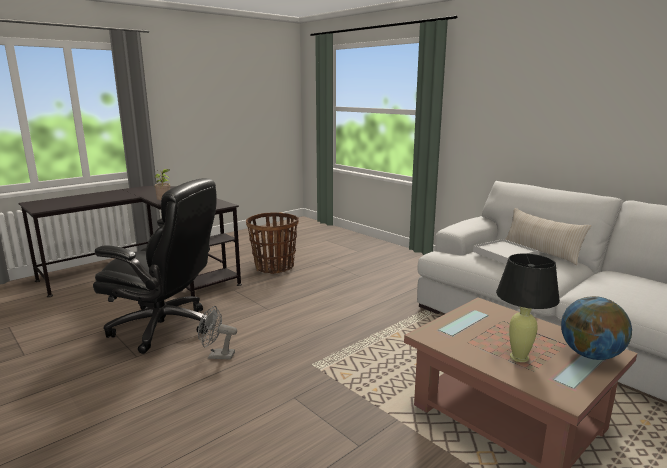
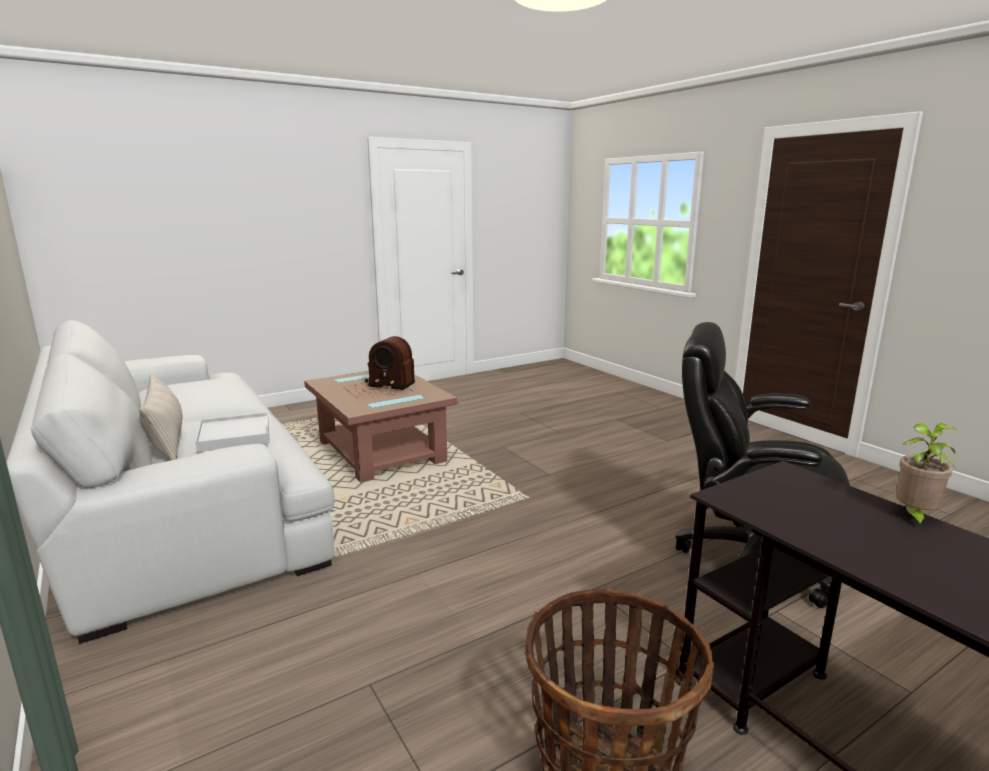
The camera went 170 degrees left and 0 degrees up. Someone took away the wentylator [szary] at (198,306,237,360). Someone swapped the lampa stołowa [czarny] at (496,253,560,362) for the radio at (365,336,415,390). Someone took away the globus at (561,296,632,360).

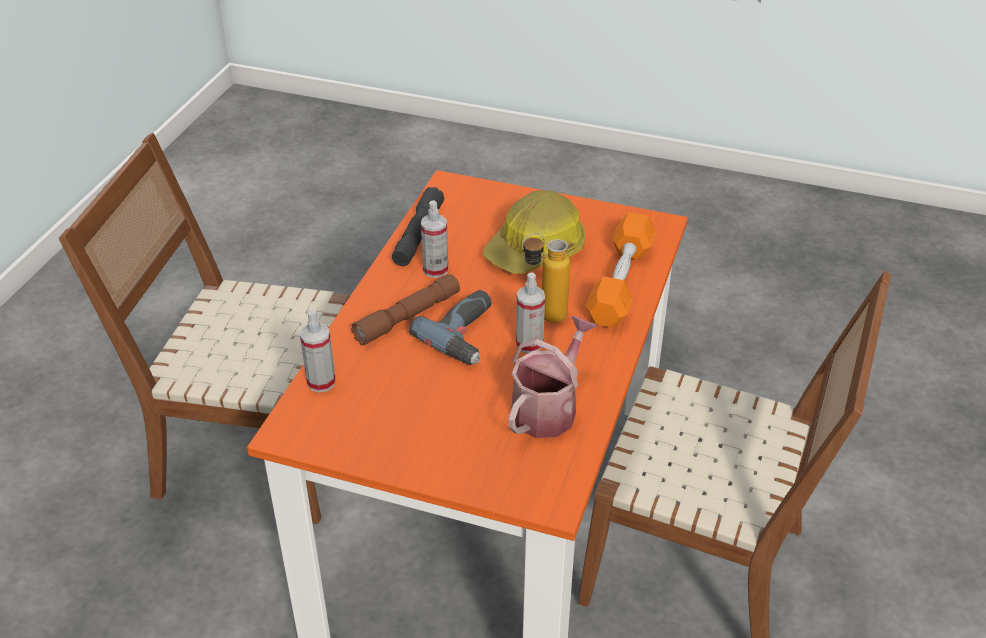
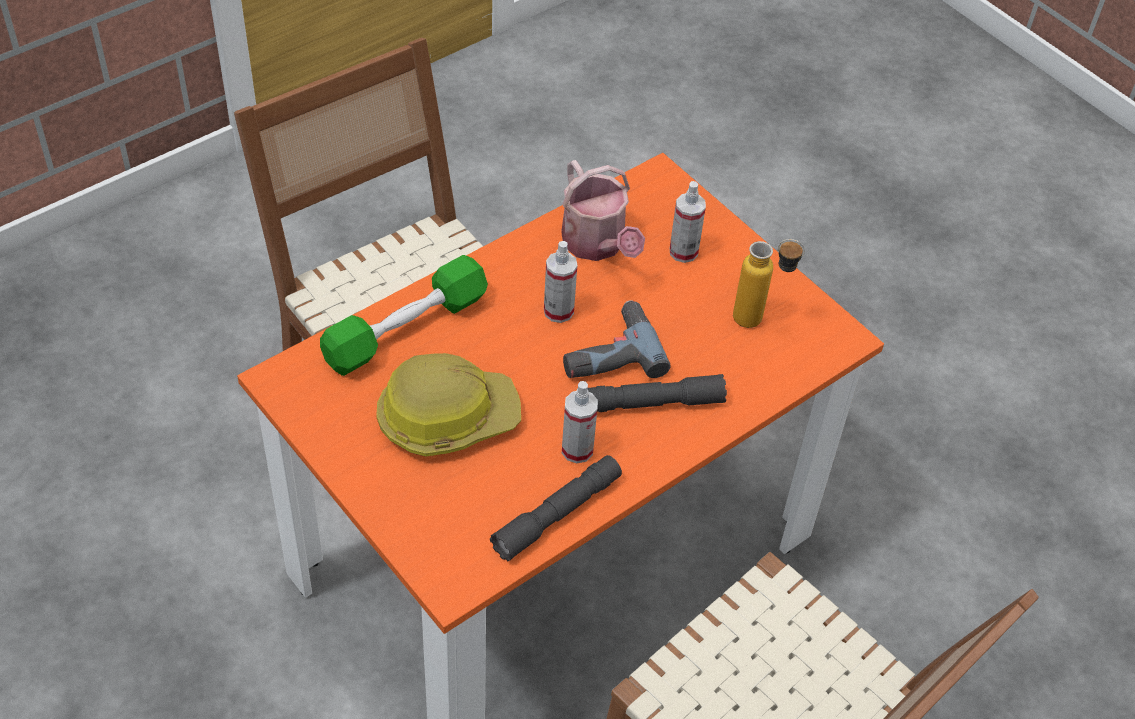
The camera went 150 degrees left and 10 degrees up. Someone carried the spryskiwacz from (300,310,336,393) to (670,181,706,263). Someone repainted the latarka [brązowy] at (351,274,460,345), which became the latarka [szary] at (588,374,727,412). Someone rotated the konewka at (508,316,597,438) by 90 degrees counterclockwise. Someone carried the butelka from (522,233,570,323) to (733,239,805,328). Someone repainted the hantel [pomarańczowy] at (585,212,656,328), which became the hantel [zielony] at (320,255,488,376).

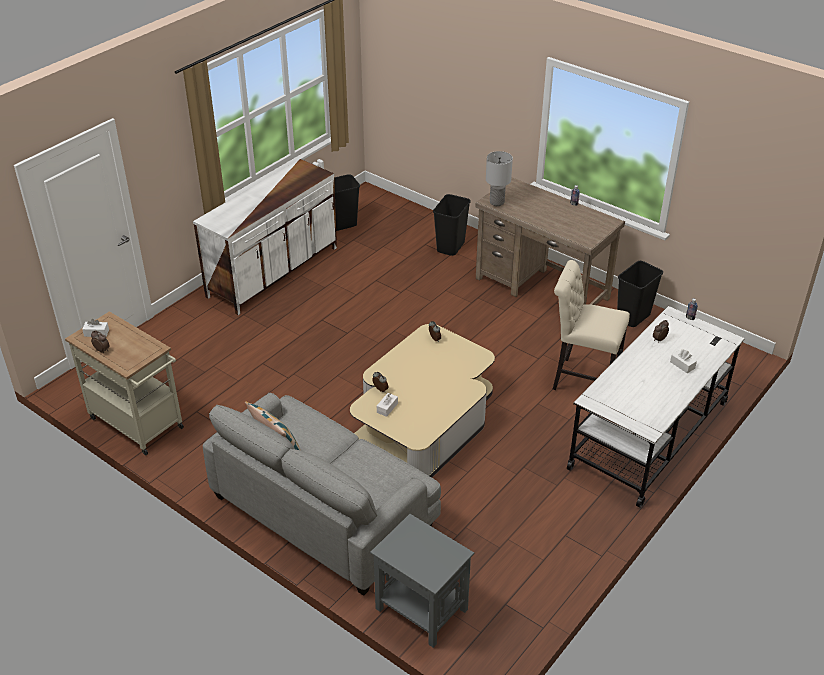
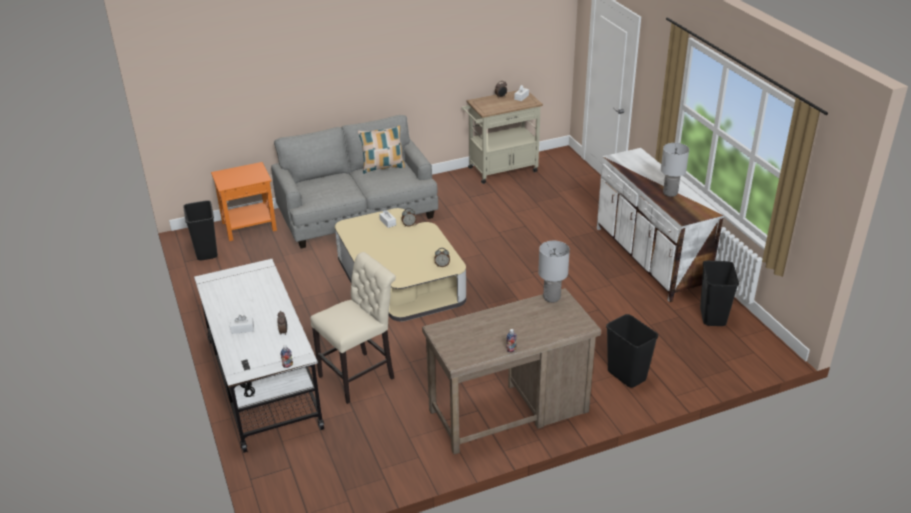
The camera went 120 degrees right and 5 degrees down. Someone repainted the stolik [szary] at (370,514,474,648), which became the stolik [pomarańczowy] at (211,162,277,241). Someone carried the kosz na śmieci [czarny] from (617,261,663,327) to (183,200,218,260). Someone put down the lampa stołowa [szary] at (661,143,689,197).

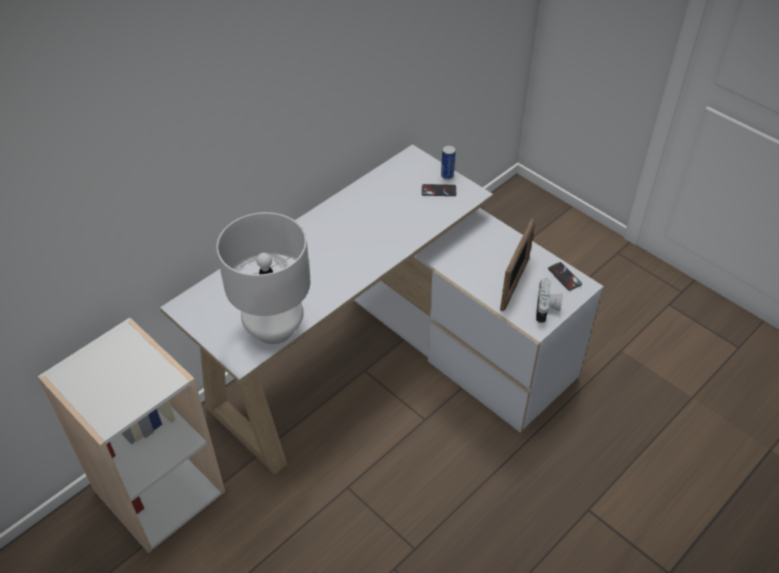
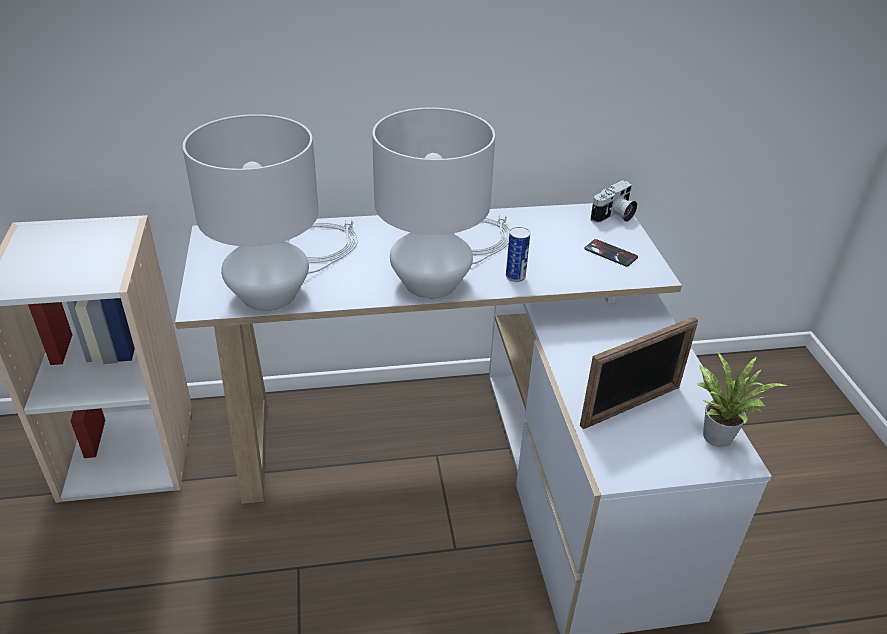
The camera went 35 degrees right and 10 degrees down. Someone carried the puszka from (441,145,456,180) to (506,227,530,282). Someone carried the aparat fotograficzny from (536,278,562,323) to (590,180,637,223). Someone swapped the telefon at (548,262,582,291) for the roślina doniczkowa at (697,352,787,447). Someone put down the lampa stołowa [szary] at (372,107,510,298).

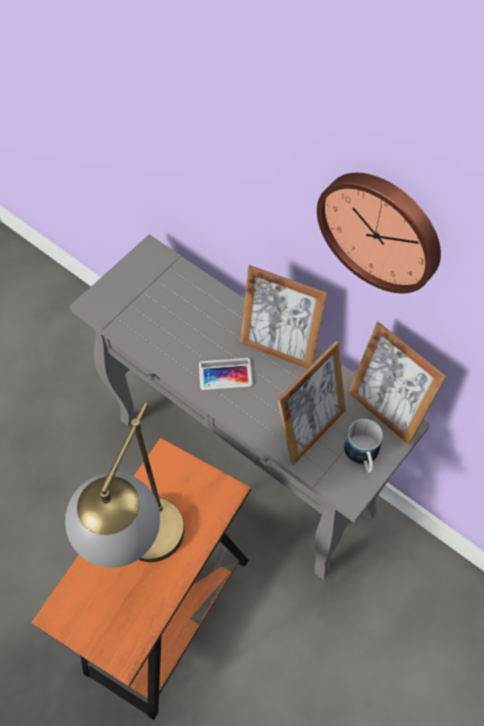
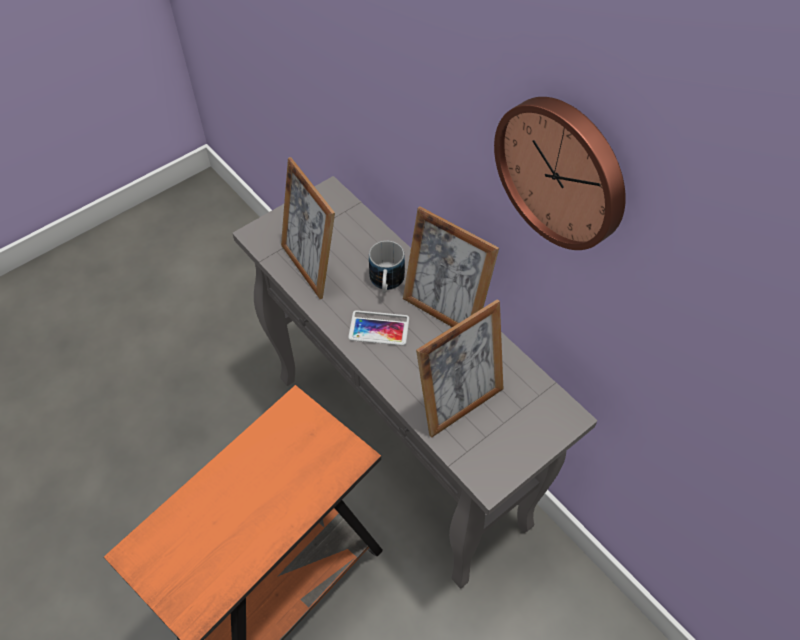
The camera went 10 degrees right and 5 degrees down. Someone took away the lampa stołowa at (65,403,184,568). Someone carried the kubek from (344,419,383,473) to (369,241,405,293). Someone carried the ramka na zdjęcie from (349,321,447,445) to (281,157,335,299).

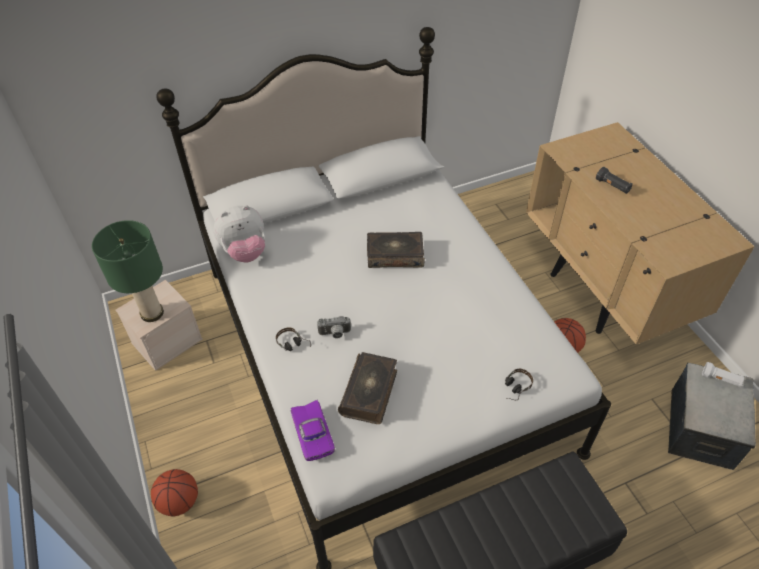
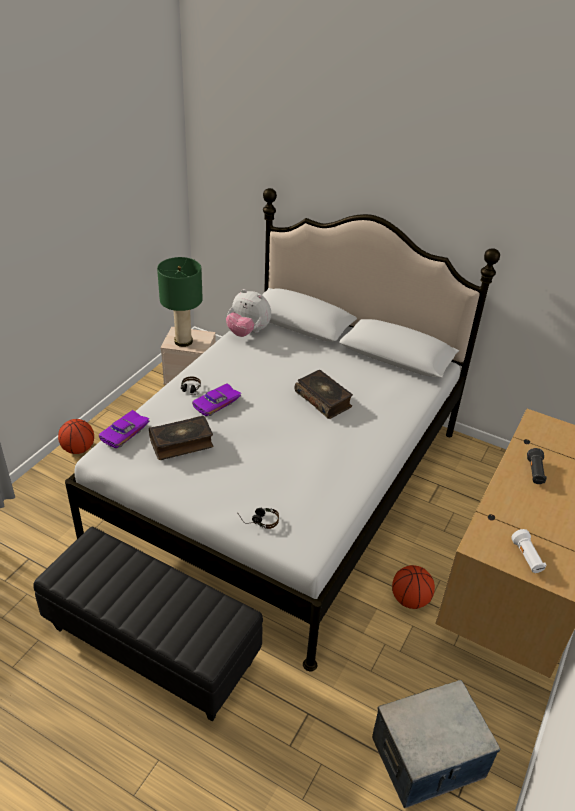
The camera went 50 degrees right and 10 degrees down. Someone swapped the aparat fotograficzny at (317,316,351,339) for the samochodzik [fioletowy] at (192,383,241,416). Someone carried the latarka [biały] from (702,362,744,387) to (511,529,546,573).

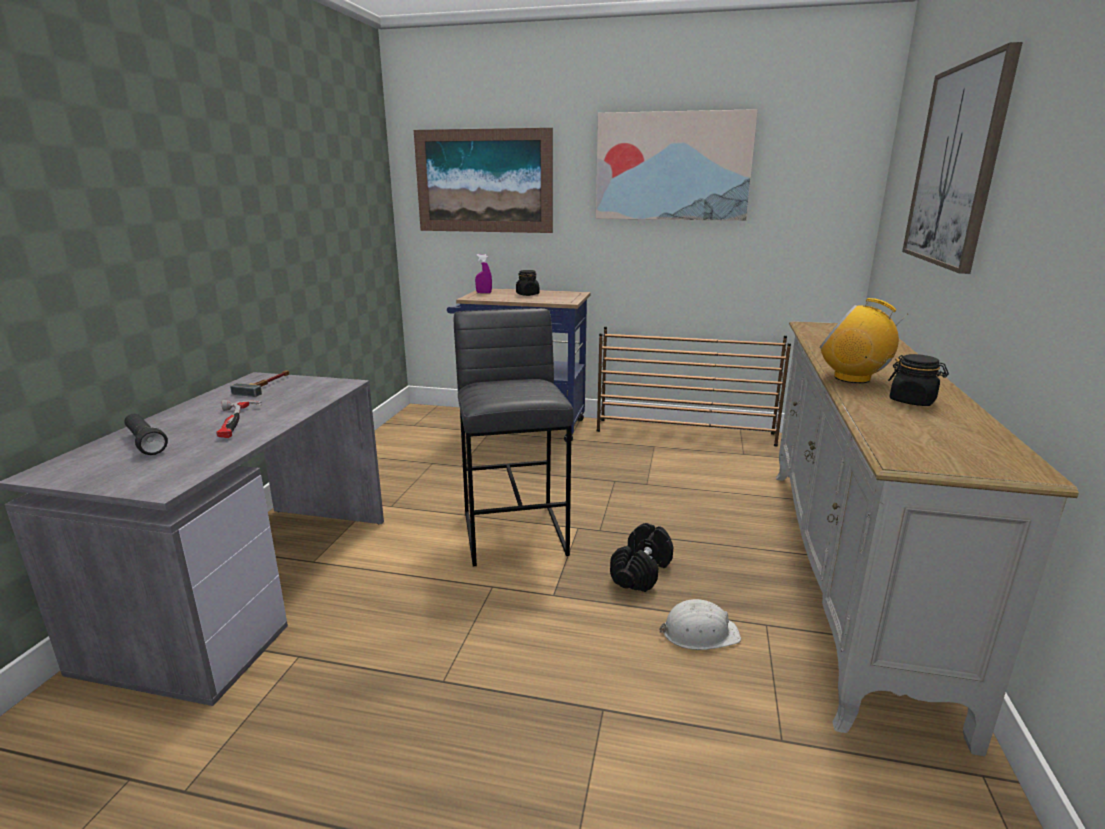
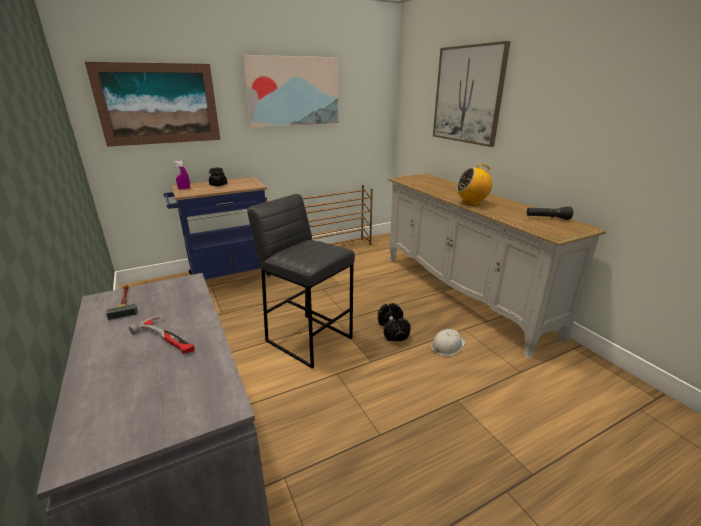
The camera went 40 degrees left and 5 degrees up. Someone carried the latarka [czarny] from (124,414,168,455) to (527,206,573,220). Someone took away the słoik [czarny] at (888,354,949,406).

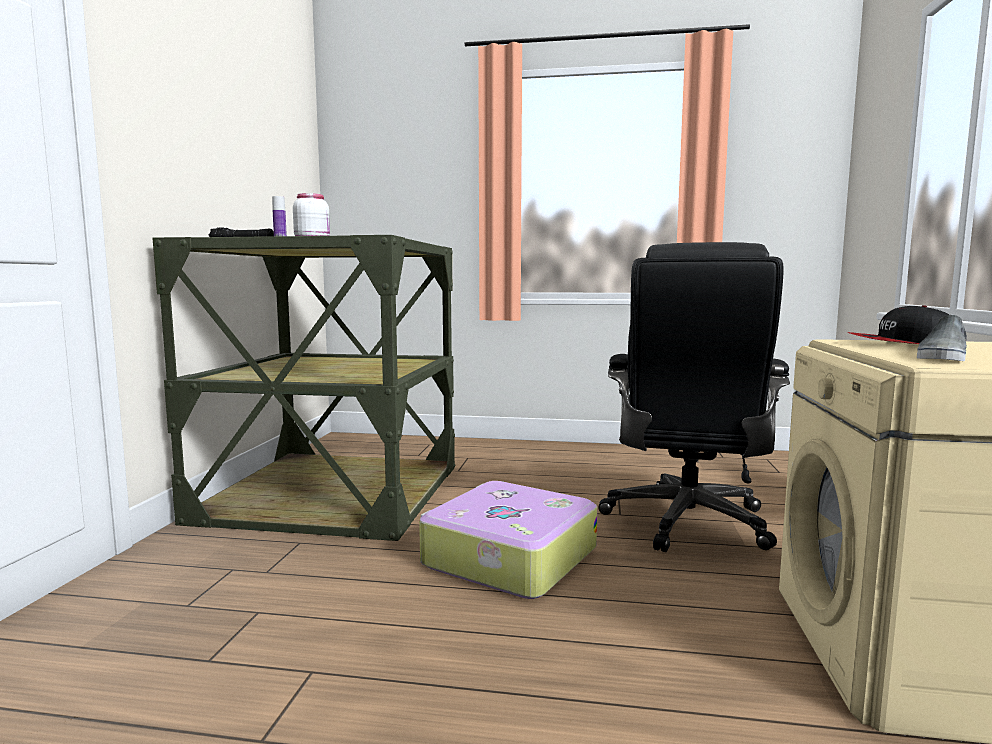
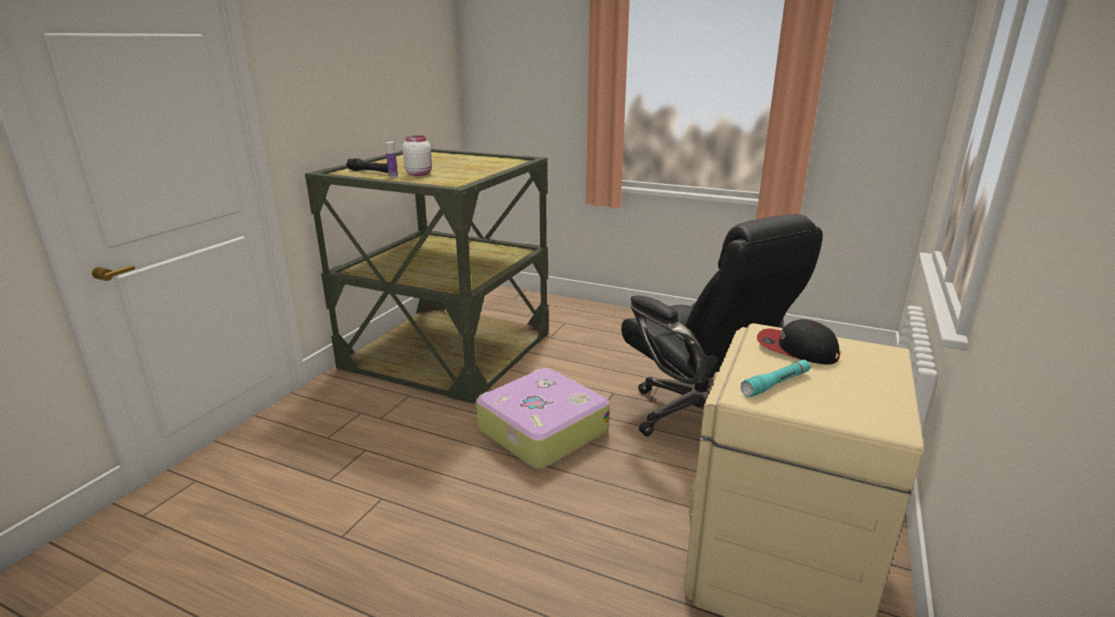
The camera went 15 degrees right and 15 degrees up. Someone rotated the krzesło biurowe [czarny] at (598,242,790,552) by 60 degrees counterclockwise. Someone swapped the but [szary] at (917,315,967,361) for the latarka [turkusowy] at (741,359,811,397).

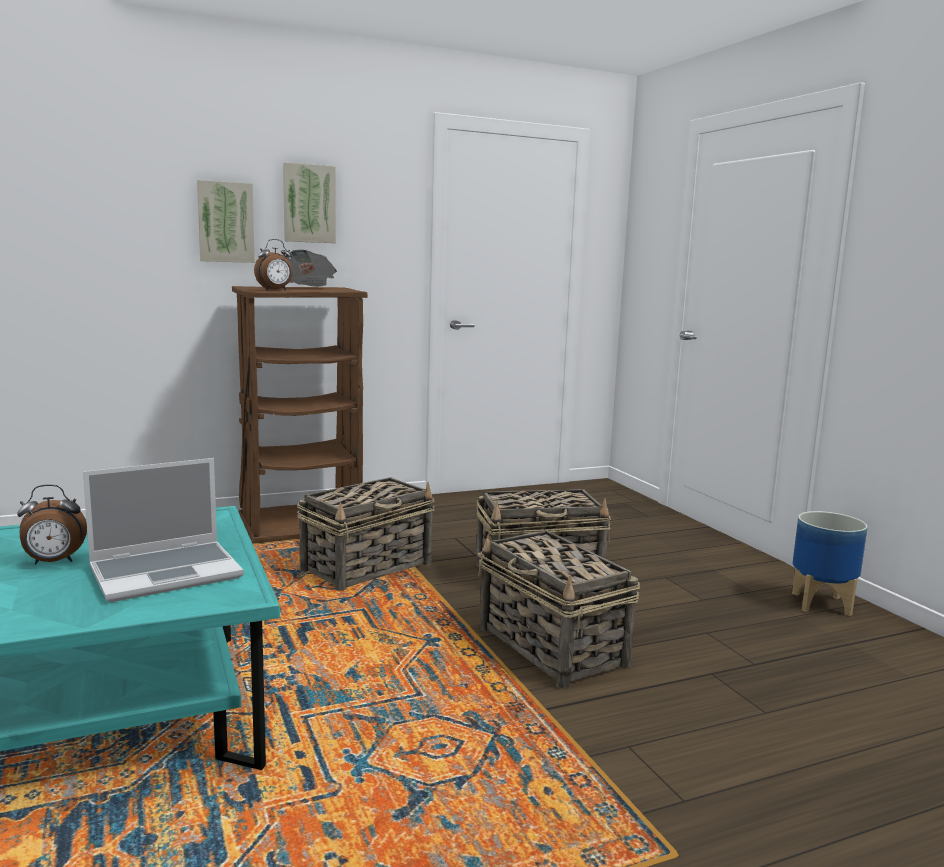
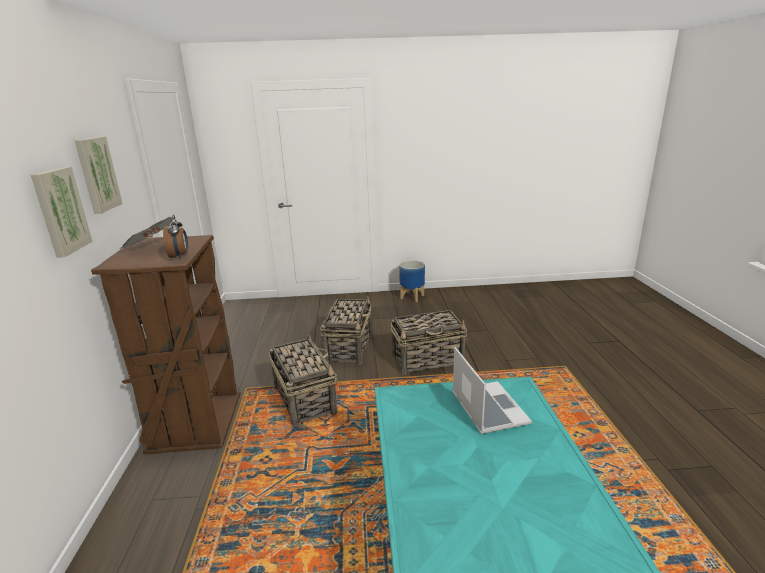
The camera went 70 degrees left and 10 degrees up. Someone took away the budzik at (17,484,87,565).

